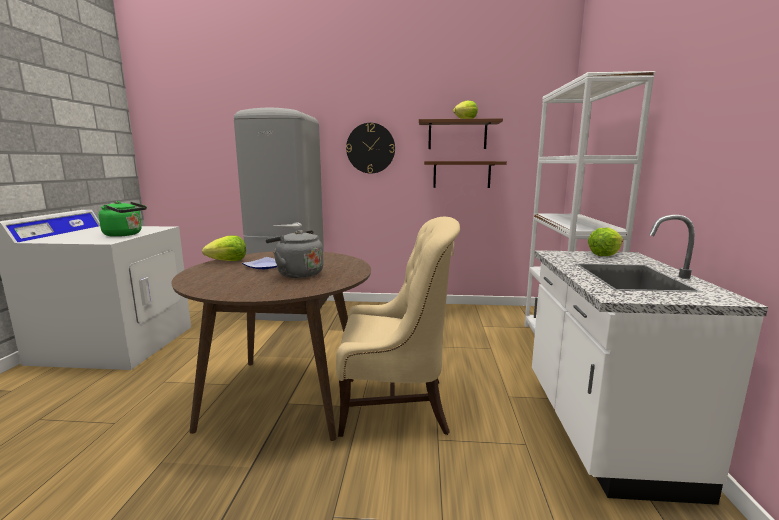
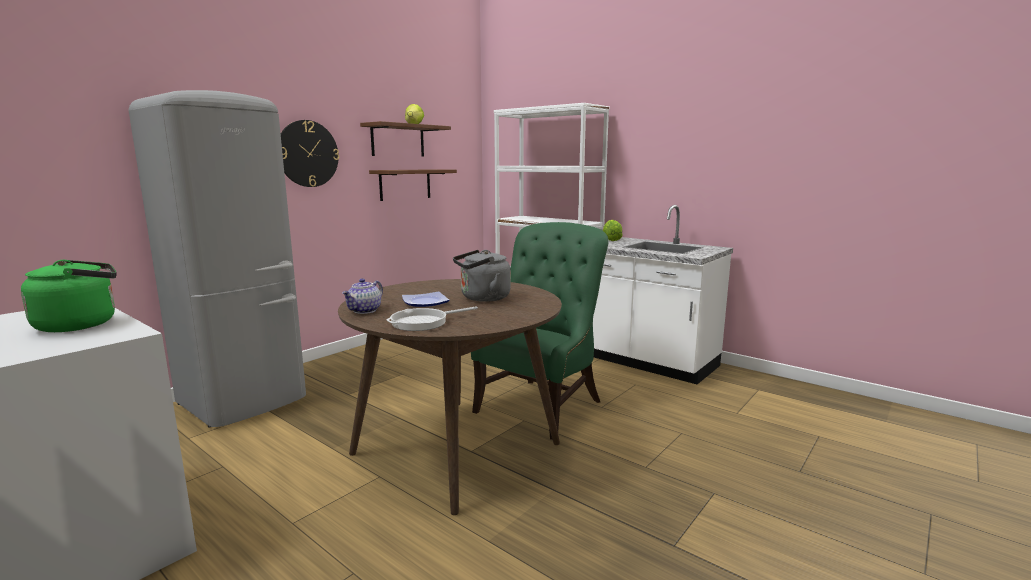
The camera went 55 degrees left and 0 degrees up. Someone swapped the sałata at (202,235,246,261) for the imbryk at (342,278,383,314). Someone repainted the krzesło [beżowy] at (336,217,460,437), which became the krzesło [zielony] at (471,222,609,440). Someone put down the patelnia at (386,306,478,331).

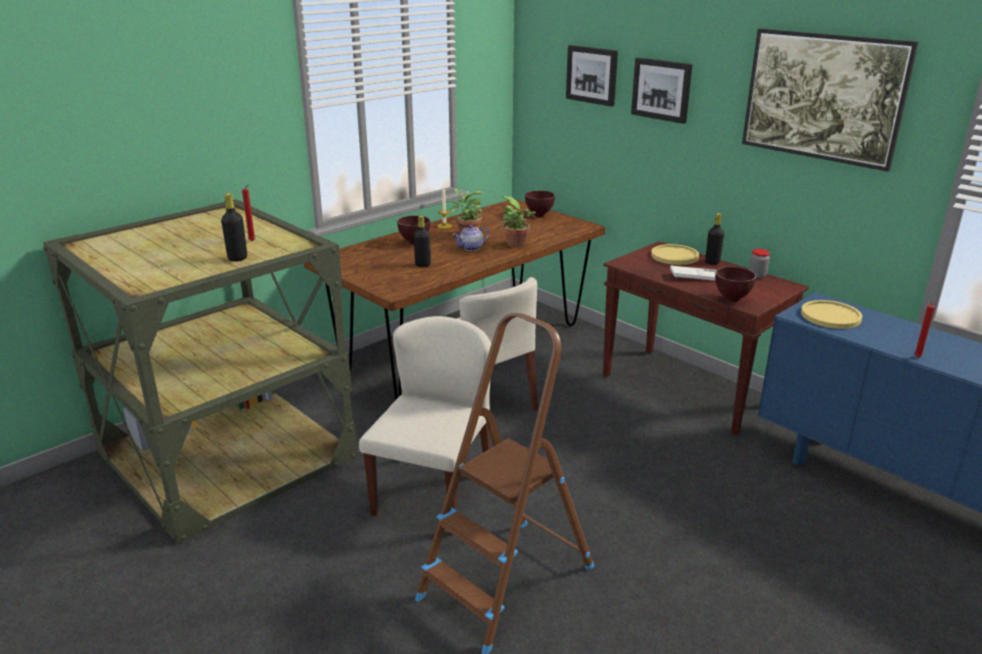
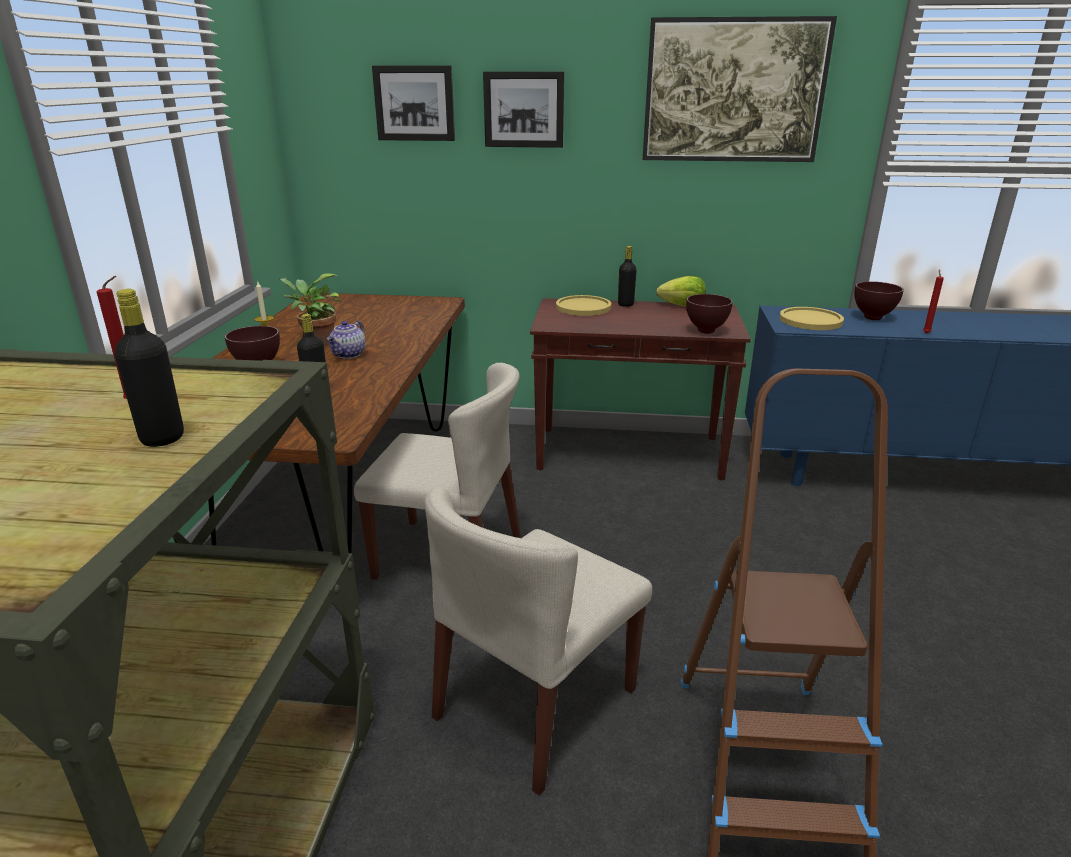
The camera went 40 degrees left and 0 degrees up. Someone rotated the krzesło [beżowy] at (359,316,491,535) by 120 degrees counterclockwise. Someone took away the roślina doniczkowa at (501,196,536,248). Someone carried the miska [brązowy] from (525,190,555,217) to (854,281,904,320). Someone took away the taca [biały] at (670,265,716,281). Someone swapped the słoik at (748,249,770,279) for the sałata at (656,276,706,306).

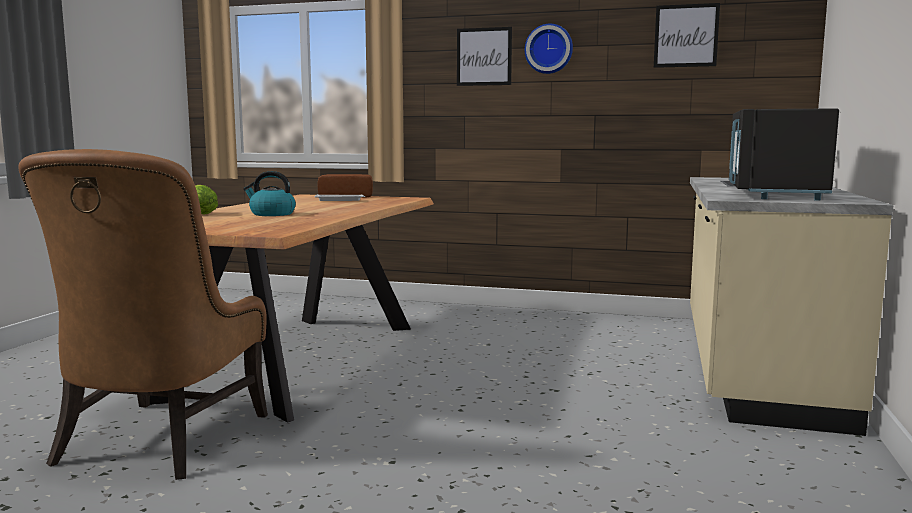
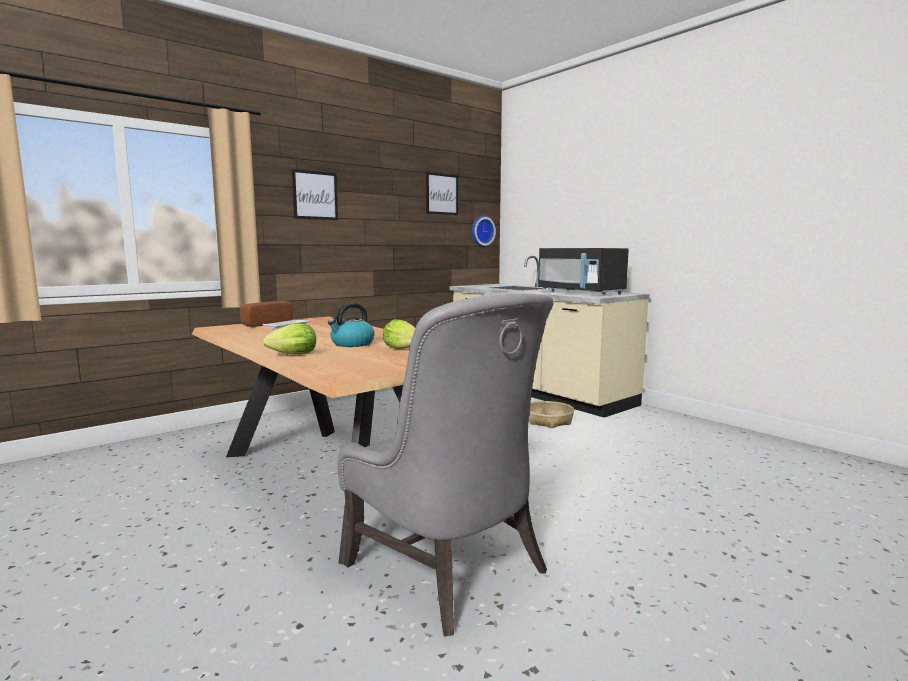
The camera went 55 degrees left and 0 degrees up. Someone repainted the krzesło [brązowy] at (18,149,268,480), which became the krzesło [szary] at (337,291,554,637). Someone carried the zegar ścienny from (525,24,573,74) to (472,215,496,247). Someone put down the sałata at (383,319,415,349). Someone put down the koszyk at (529,401,574,428).

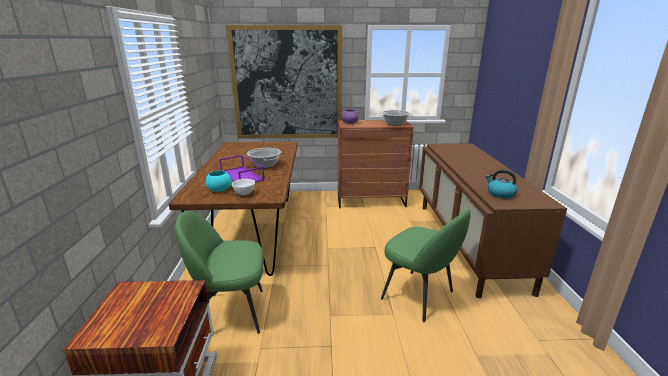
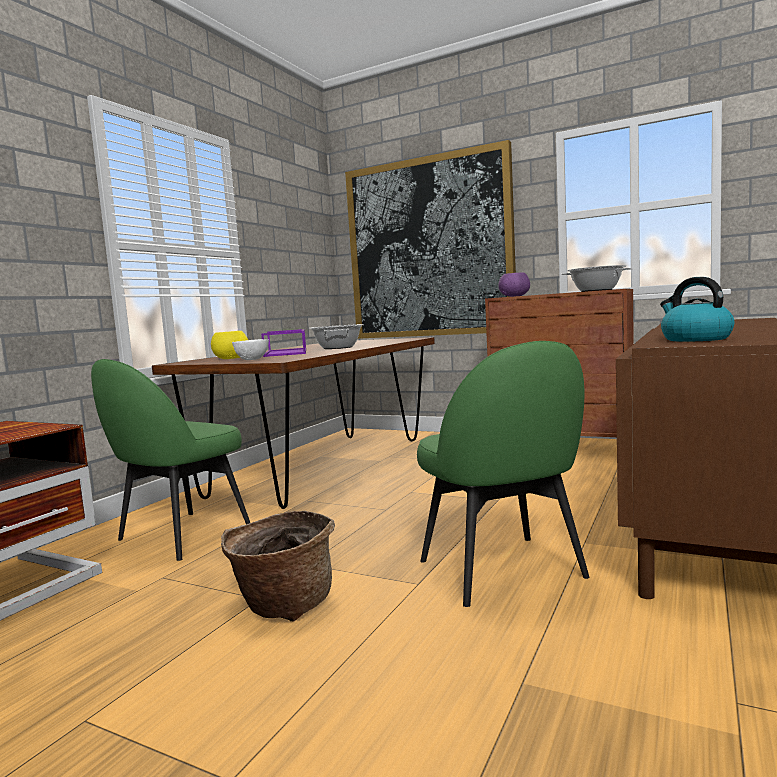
The camera went 30 degrees right and 15 degrees down. Someone rotated the krzesło [zielony] at (175,211,264,334) by 75 degrees counterclockwise. Someone repainted the miska [turkusowy] at (206,171,232,192), which became the miska [żółty] at (211,331,248,359). Someone put down the koszyk at (221,511,335,621).

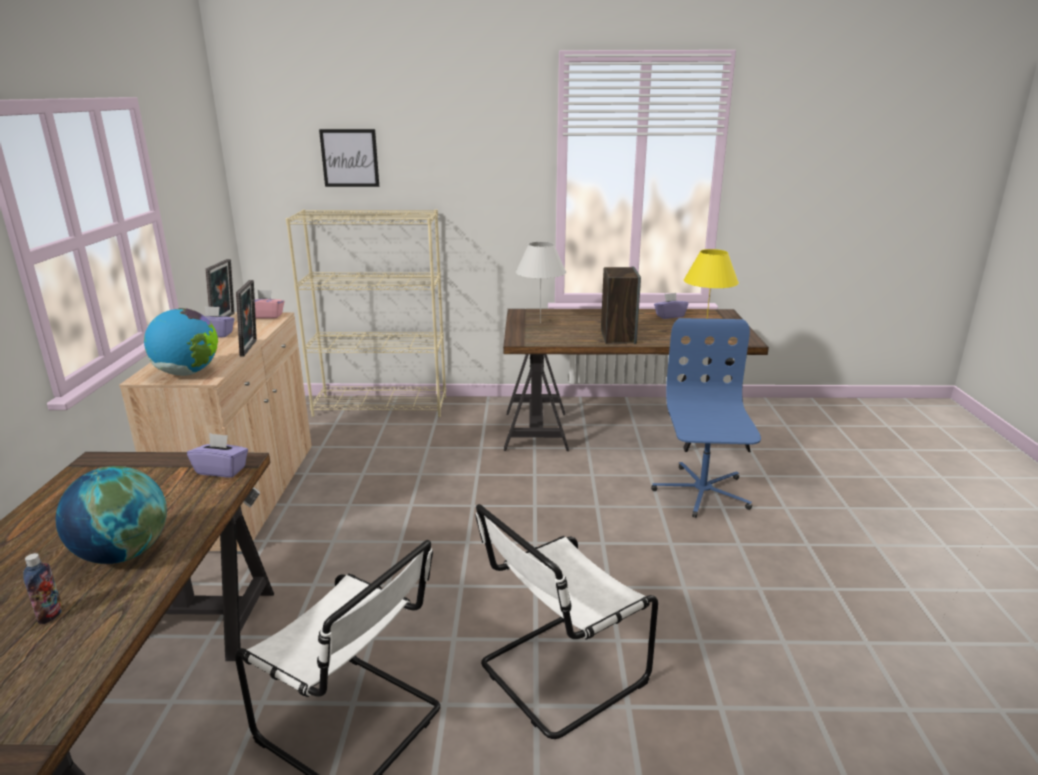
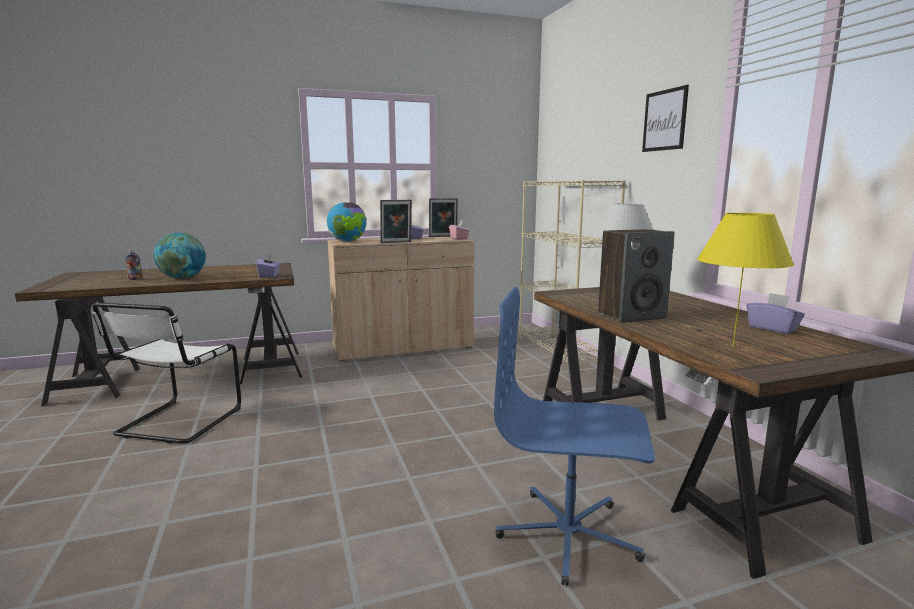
The camera went 70 degrees right and 10 degrees down. Someone carried the obraz from (319,129,379,187) to (642,85,689,152). Someone took away the krzesło [biały] at (475,504,658,739). Someone rotated the krzesło biurowe [niebieski] at (651,318,761,518) by 150 degrees counterclockwise.

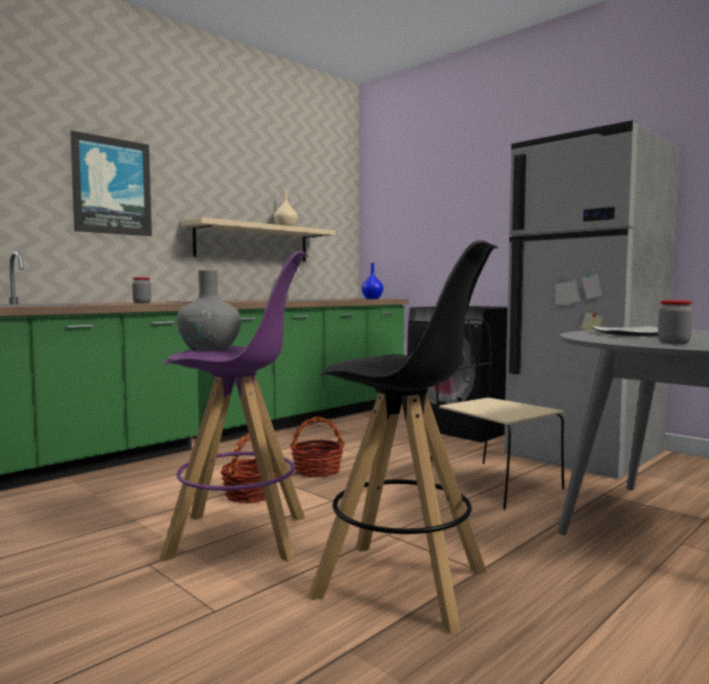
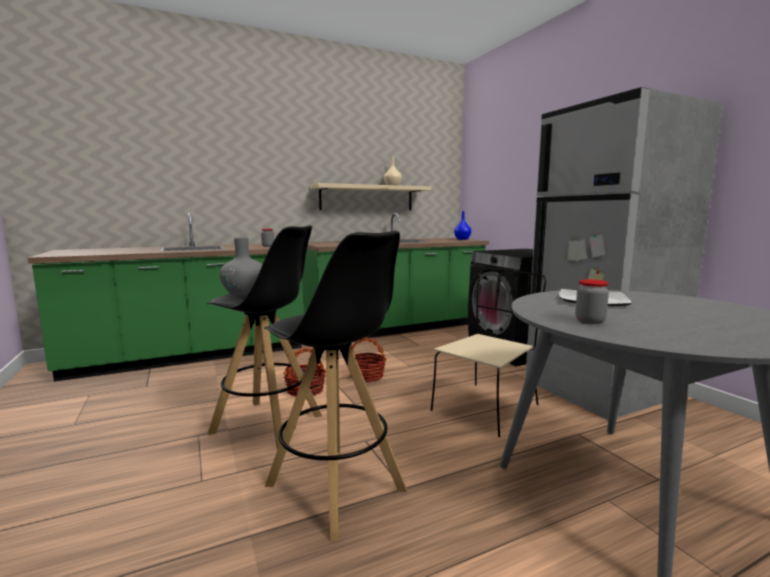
The camera went 20 degrees right and 5 degrees up. Someone took away the obraz at (70,131,152,236). Someone repainted the stołek [fioletowy] at (159,251,309,562), which became the stołek [czarny] at (207,225,322,449). Someone rotated the krzesło [beżowy] at (430,318,565,510) by 60 degrees clockwise.

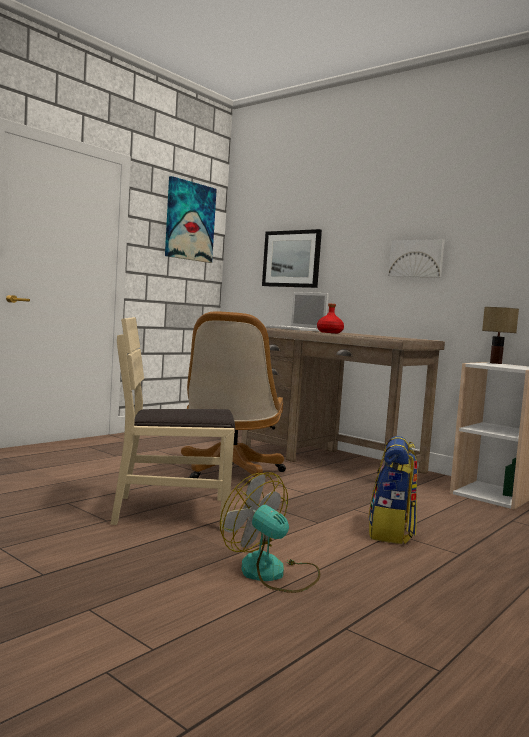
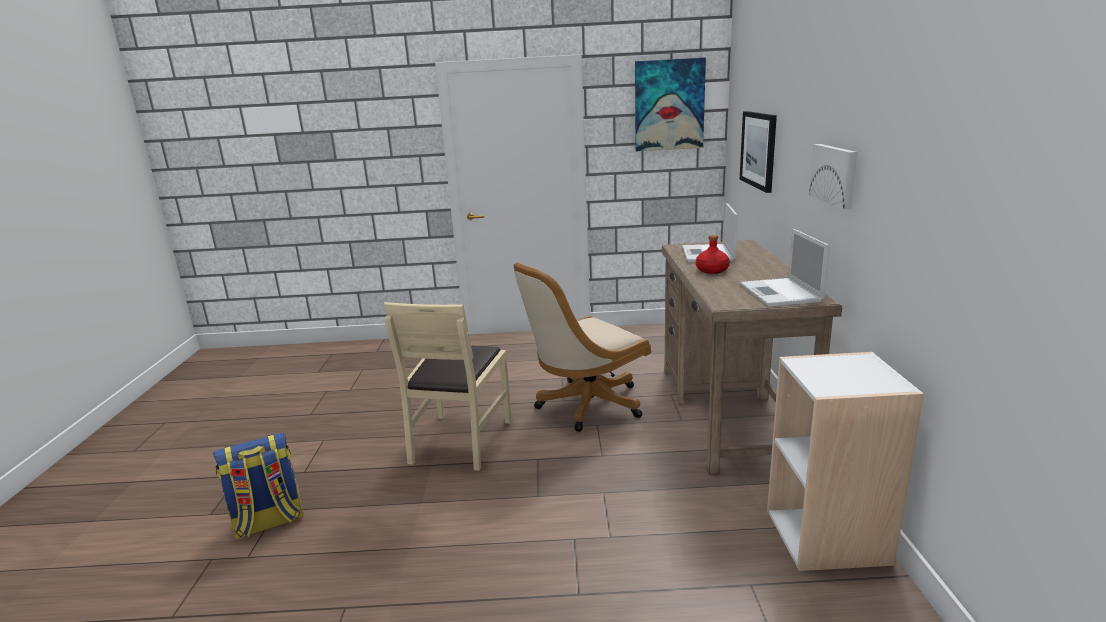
The camera went 50 degrees right and 15 degrees up. Someone rotated the krzesło [beżowy] at (110,317,235,530) by 120 degrees counterclockwise. Someone took away the wentylator at (220,472,320,593). Someone carried the plecak from (368,436,418,544) to (213,432,304,540). Someone took away the lampa stołowa at (482,307,519,364). Someone put down the laptop at (740,229,830,307).

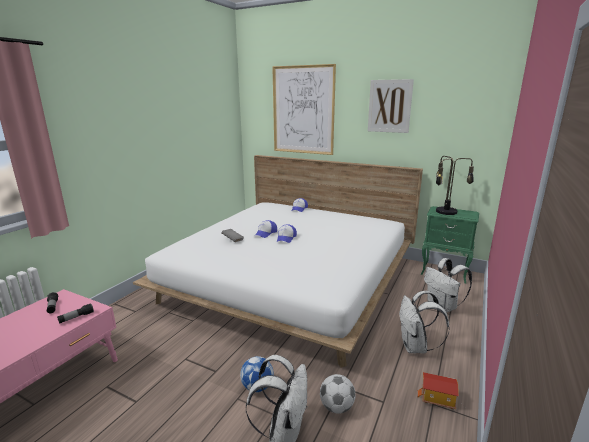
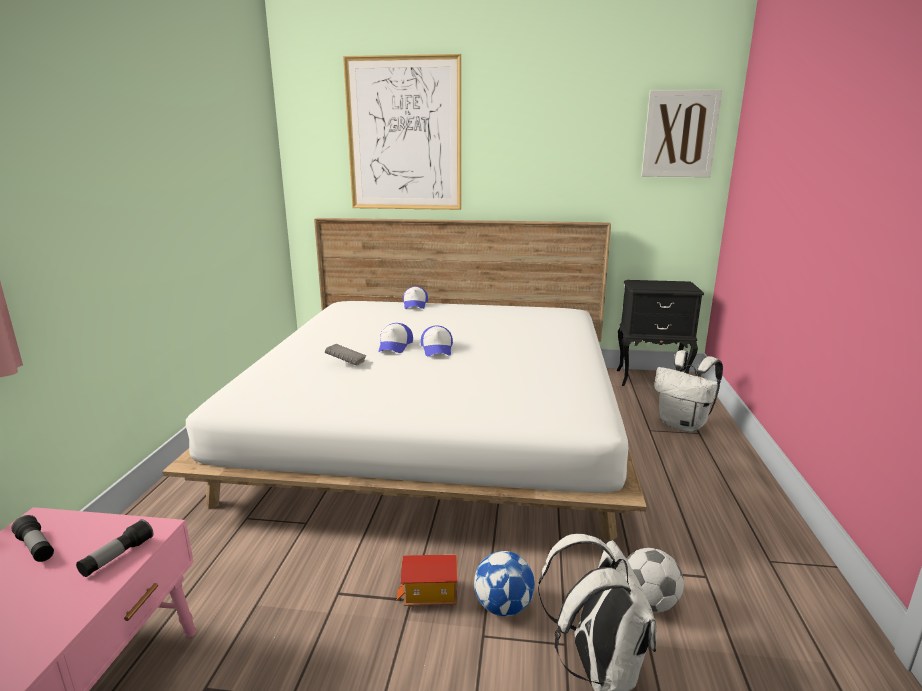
The camera went 20 degrees left and 0 degrees up. Someone carried the obraz from (368,79,414,133) to (641,90,722,177). Someone took away the plecak [biały] at (399,291,450,354). Someone carried the domek from (418,372,459,409) to (397,554,458,607). Someone repainted the szafka nocna [zielony] at (420,206,479,284), which became the szafka nocna [czarny] at (617,280,704,386). Someone took away the lampa stołowa at (436,156,474,215).

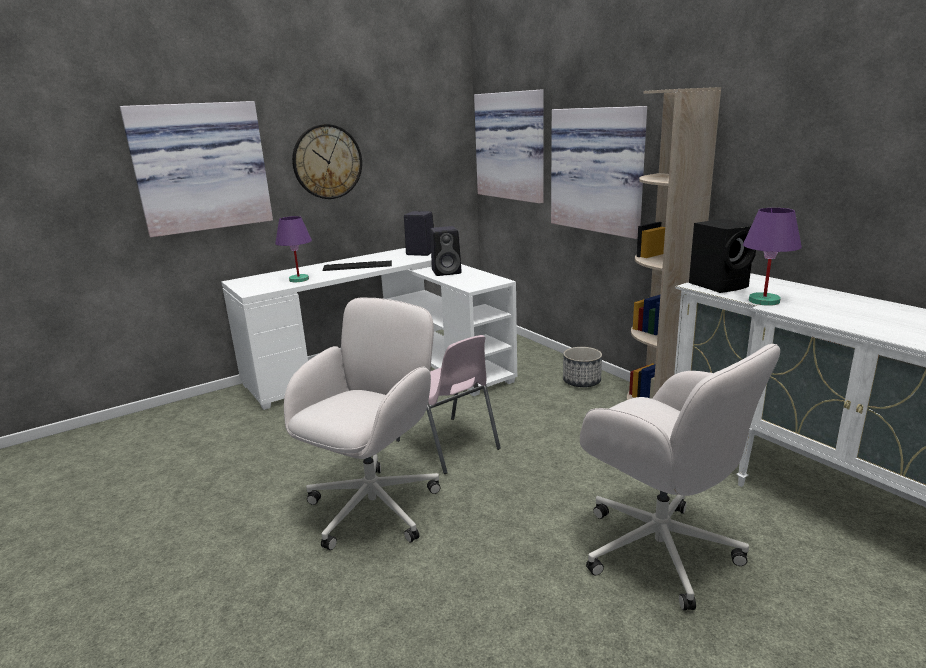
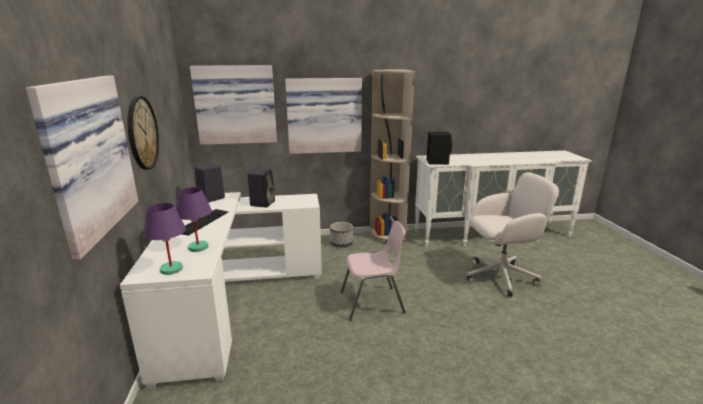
The camera went 65 degrees left and 0 degrees up. Someone took away the krzesło biurowe [biały] at (284,298,441,550). Someone carried the lampa stołowa [fioletowy] from (743,208,802,306) to (143,203,186,275).

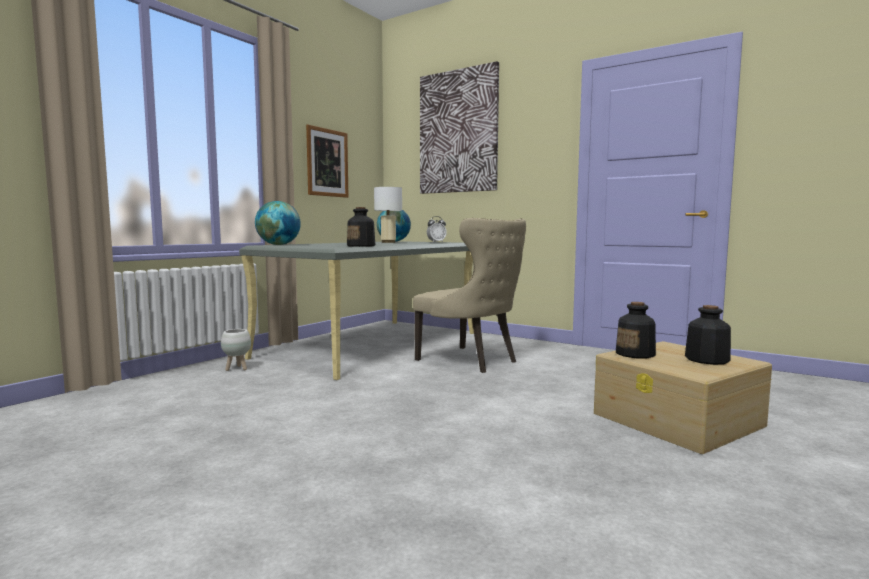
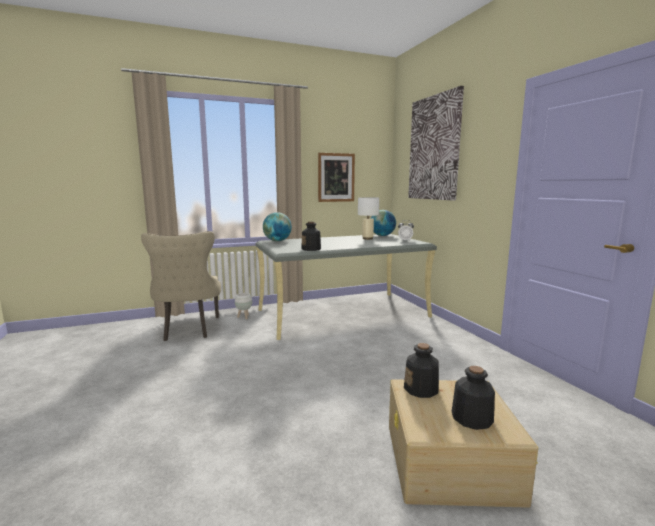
The camera went 35 degrees right and 5 degrees up. Someone carried the krzesło [beżowy] from (413,218,526,373) to (141,231,221,341).

